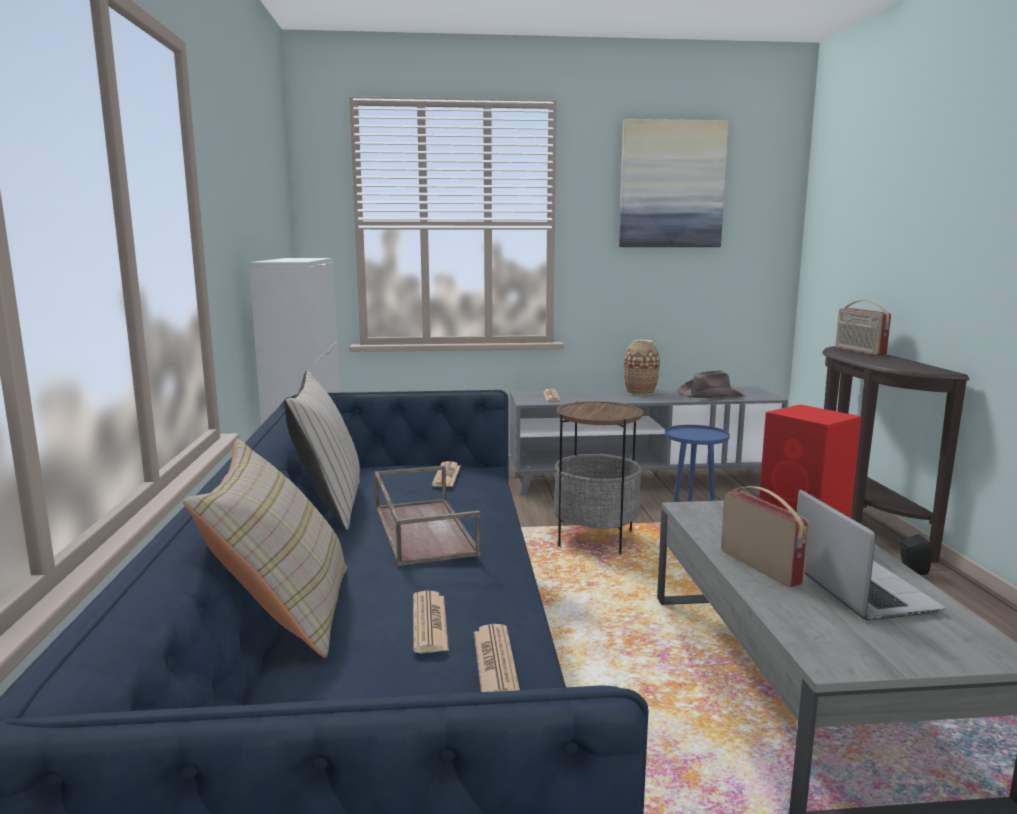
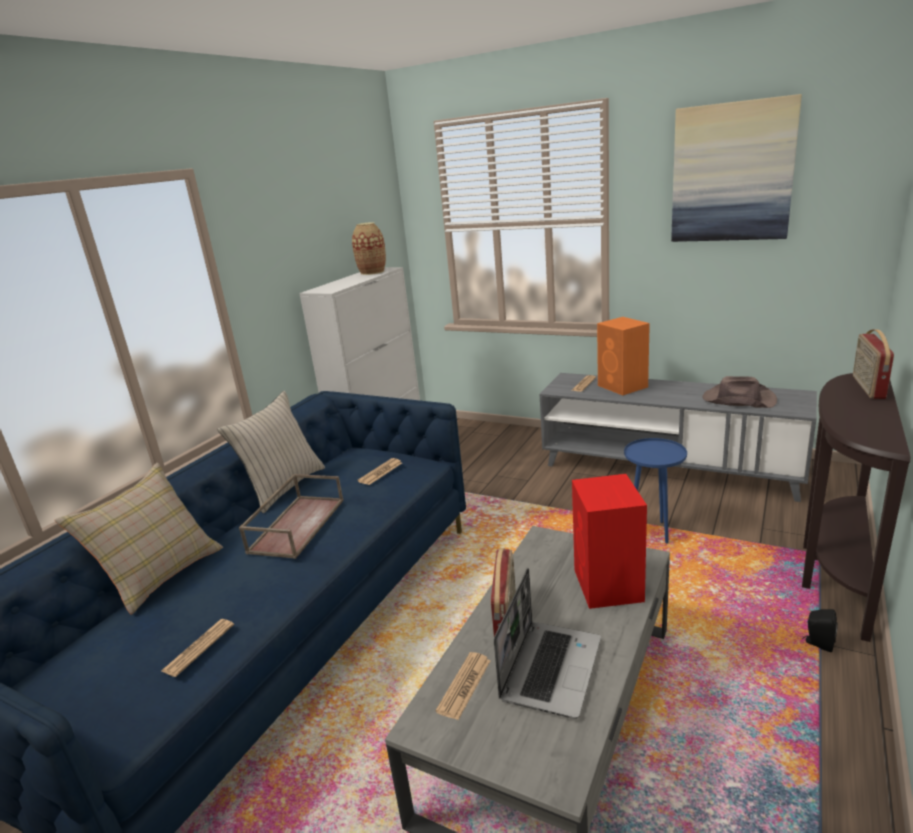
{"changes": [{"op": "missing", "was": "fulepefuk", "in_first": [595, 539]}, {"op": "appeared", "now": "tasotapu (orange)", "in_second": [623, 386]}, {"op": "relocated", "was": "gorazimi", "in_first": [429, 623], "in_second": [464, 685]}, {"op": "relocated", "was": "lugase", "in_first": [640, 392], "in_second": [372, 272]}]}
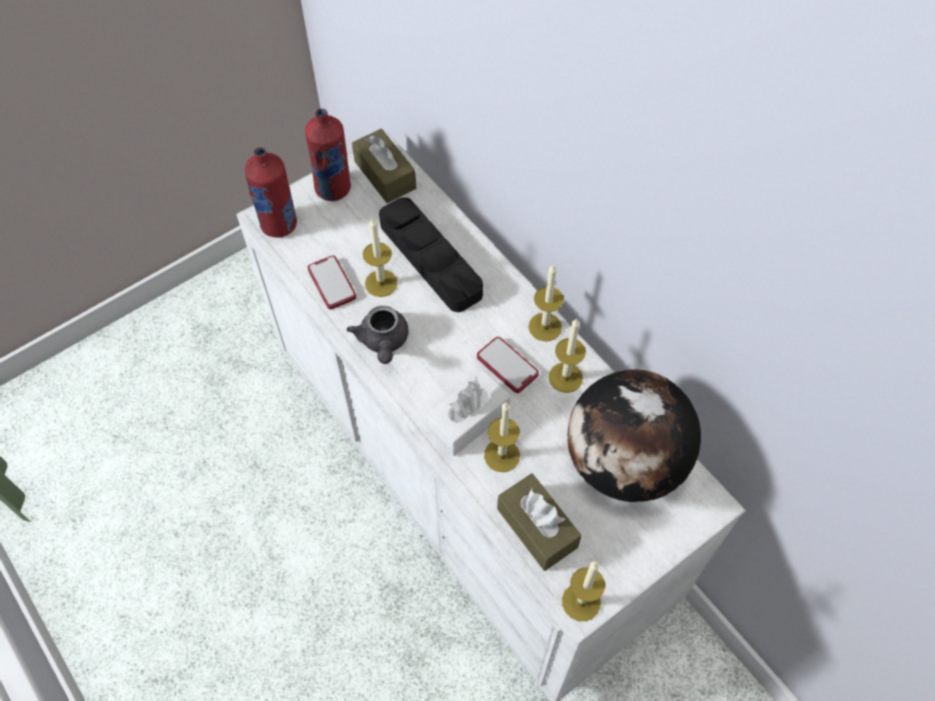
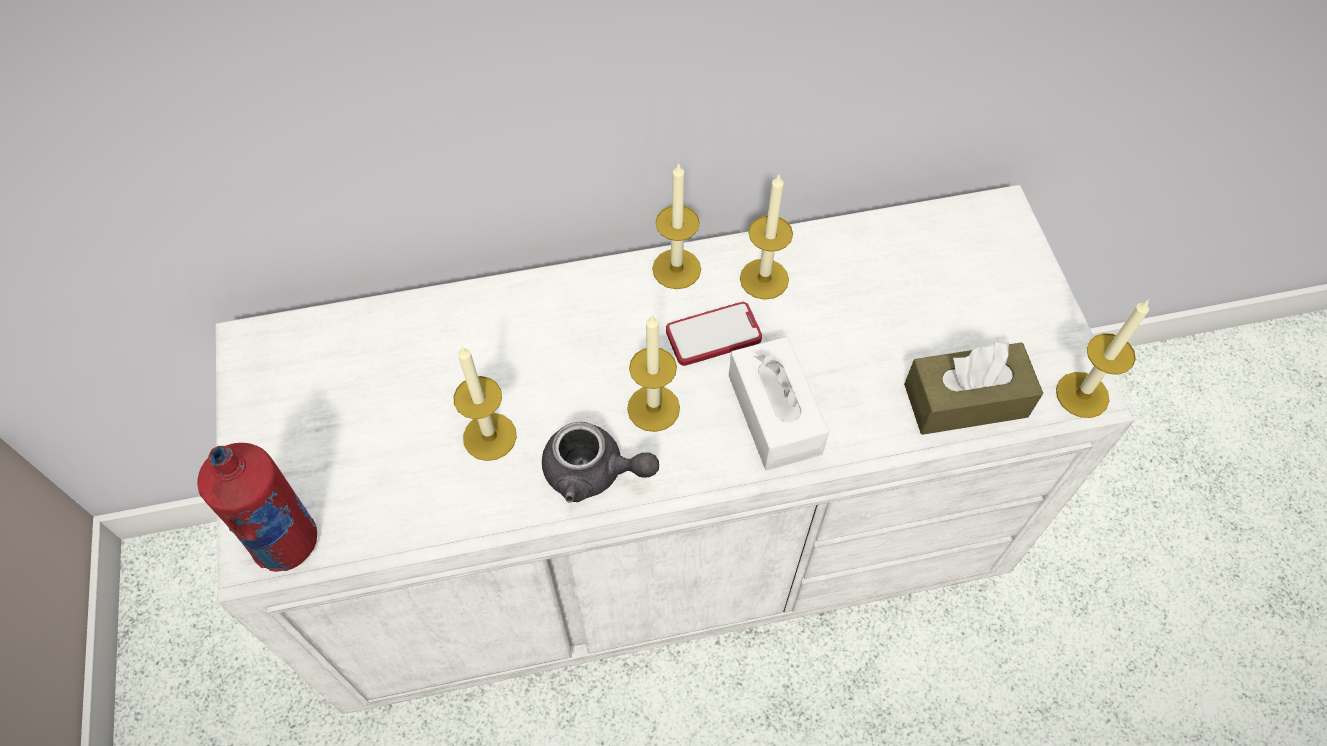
{"changes": [{"op": "missing", "was": "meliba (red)", "in_first": [334, 188]}, {"op": "missing", "was": "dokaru", "in_first": [332, 283]}, {"op": "missing", "was": "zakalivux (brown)", "in_first": [385, 175]}, {"op": "missing", "was": "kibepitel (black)", "in_first": [430, 258]}, {"op": "missing", "was": "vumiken", "in_first": [624, 463]}, {"op": "relocated", "was": "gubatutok", "in_first": [502, 455], "in_second": [653, 408]}]}
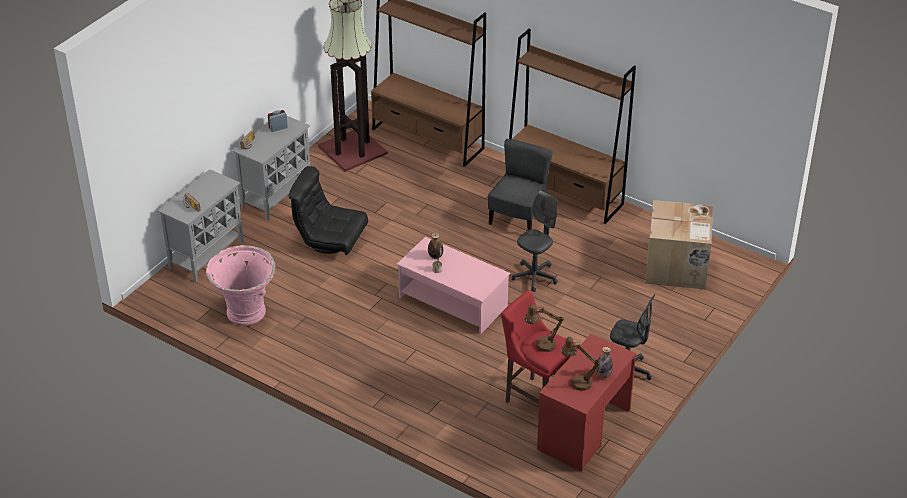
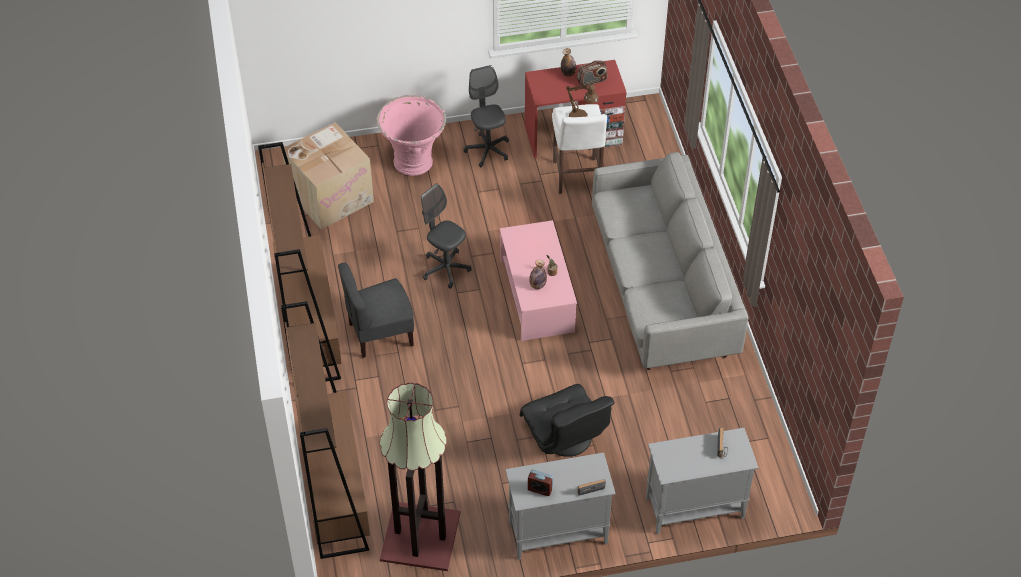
{"changes": [{"op": "appeared", "now": "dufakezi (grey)", "in_second": [661, 291]}, {"op": "relocated", "was": "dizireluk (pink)", "in_first": [245, 313], "in_second": [414, 161]}, {"op": "exchanged", "was": "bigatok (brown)", "now": "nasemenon", "in_first": [577, 382], "in_second": [592, 81]}, {"op": "colour", "was": "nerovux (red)", "now": "nerovux (white)", "in_first": [535, 398], "in_second": [577, 178]}, {"op": "spun", "was": "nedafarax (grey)", "in_first": [534, 277], "in_second": [445, 269], "clockwise": 45}]}
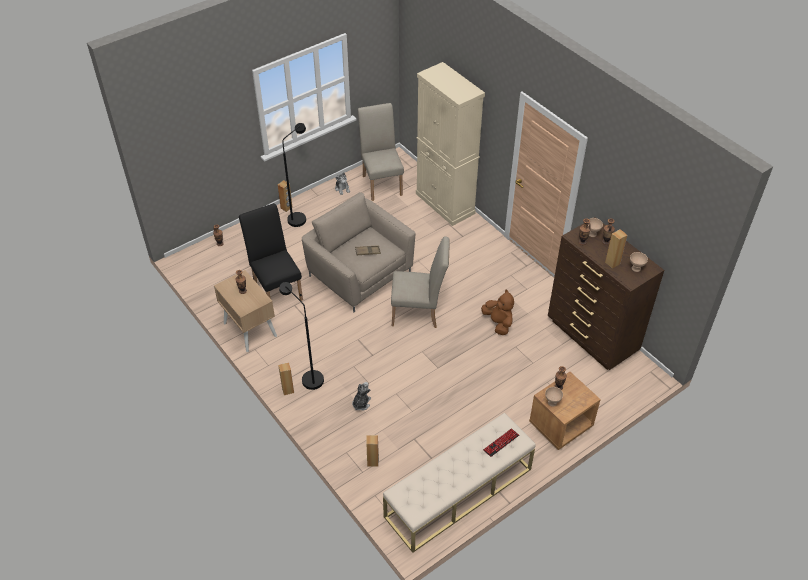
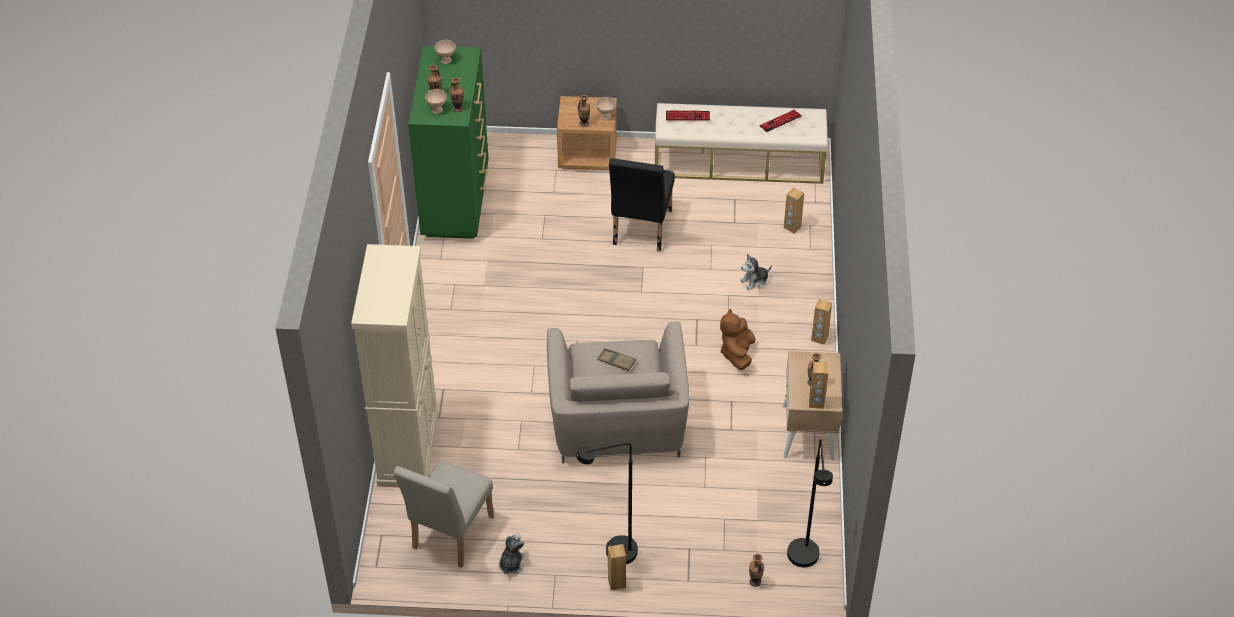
{"changes": [{"op": "missing", "was": "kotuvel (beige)", "in_first": [419, 313]}, {"op": "appeared", "now": "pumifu", "in_second": [780, 121]}, {"op": "relocated", "was": "kotuvel (black)", "in_first": [276, 288], "in_second": [640, 231]}, {"op": "relocated", "was": "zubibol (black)", "in_first": [308, 377], "in_second": [805, 562]}, {"op": "relocated", "was": "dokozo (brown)", "in_first": [498, 323], "in_second": [737, 353]}, {"op": "relocated", "was": "tasotapu (brown)", "in_first": [612, 263], "in_second": [816, 403]}, {"op": "colour", "was": "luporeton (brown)", "now": "luporeton (green)", "in_first": [592, 337], "in_second": [456, 201]}]}
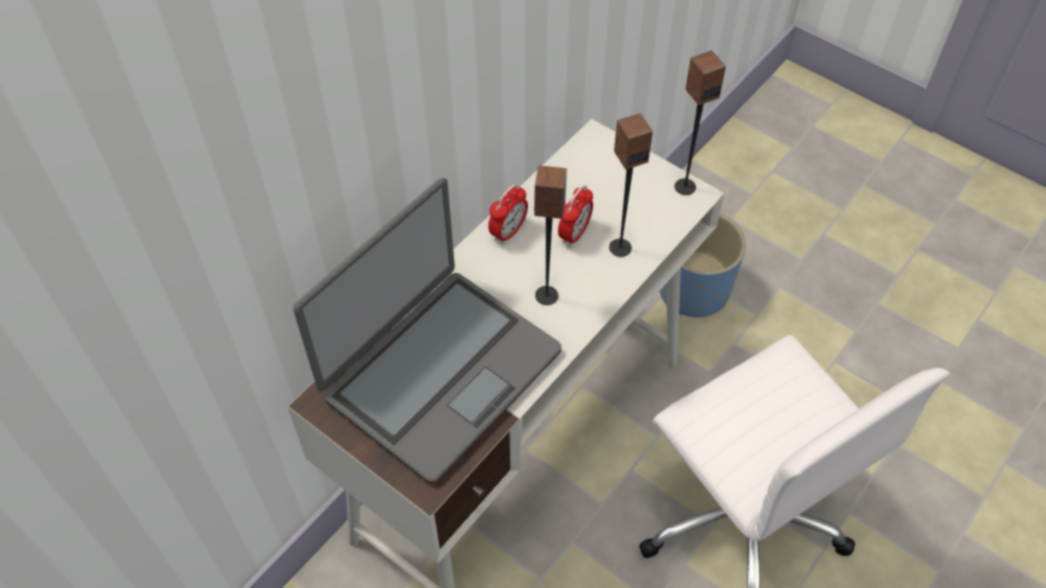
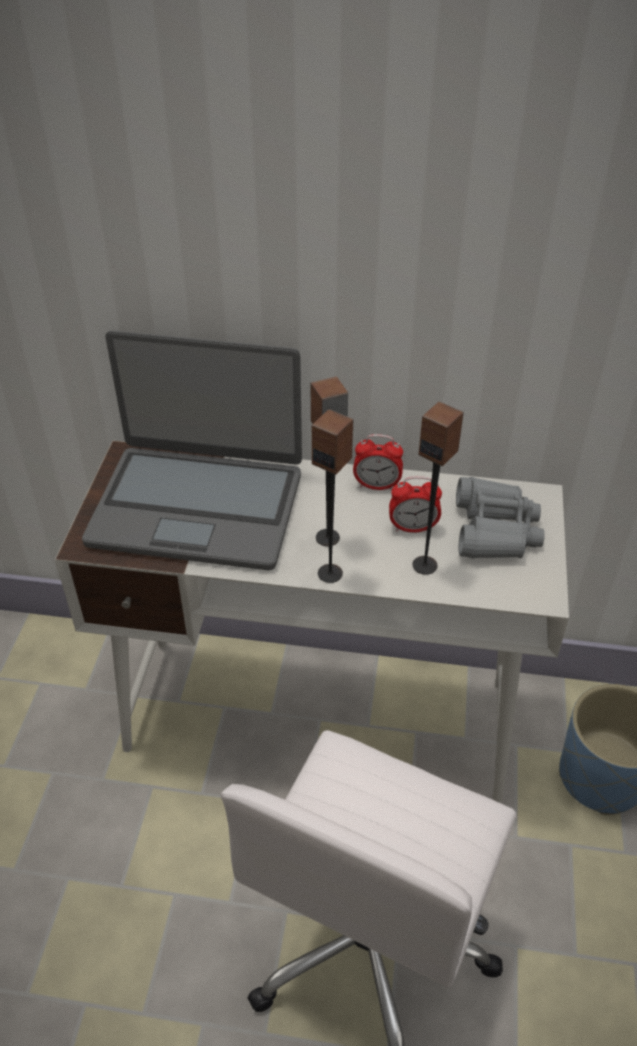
{"changes": [{"op": "appeared", "now": "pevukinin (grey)", "in_second": [494, 530]}, {"op": "relocated", "was": "tasotapu", "in_first": [684, 186], "in_second": [330, 573]}]}
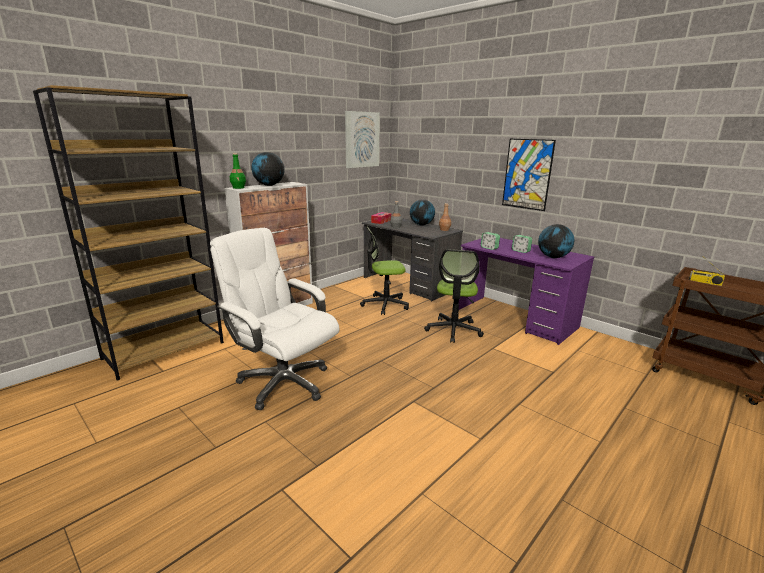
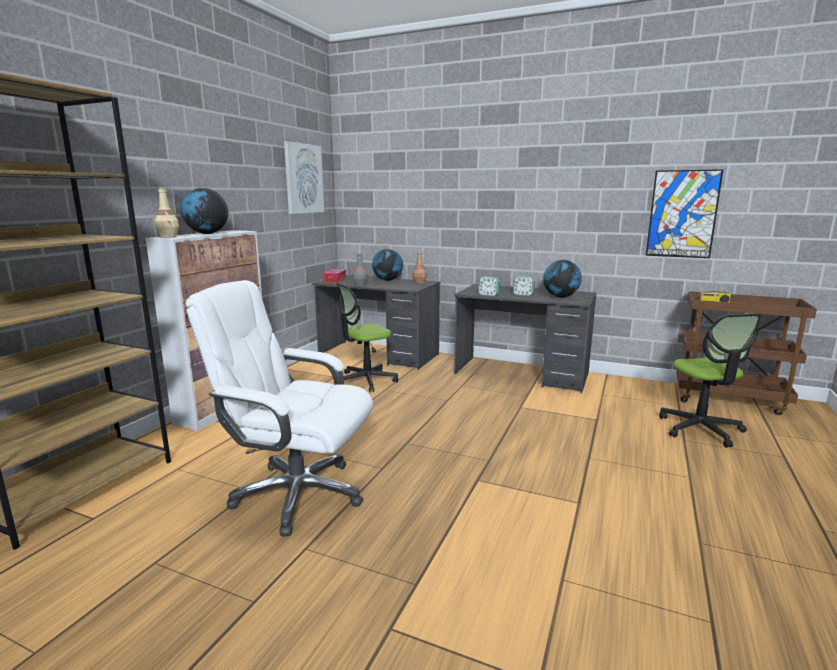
{"changes": [{"op": "relocated", "was": "nedafarax", "in_first": [453, 330], "in_second": [700, 429]}, {"op": "relocated", "was": "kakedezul", "in_first": [527, 174], "in_second": [682, 214]}, {"op": "colour", "was": "meliba (green)", "now": "meliba (beige)", "in_first": [238, 188], "in_second": [168, 236]}, {"op": "colour", "was": "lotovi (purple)", "now": "lotovi (grey)", "in_first": [515, 319], "in_second": [521, 374]}]}
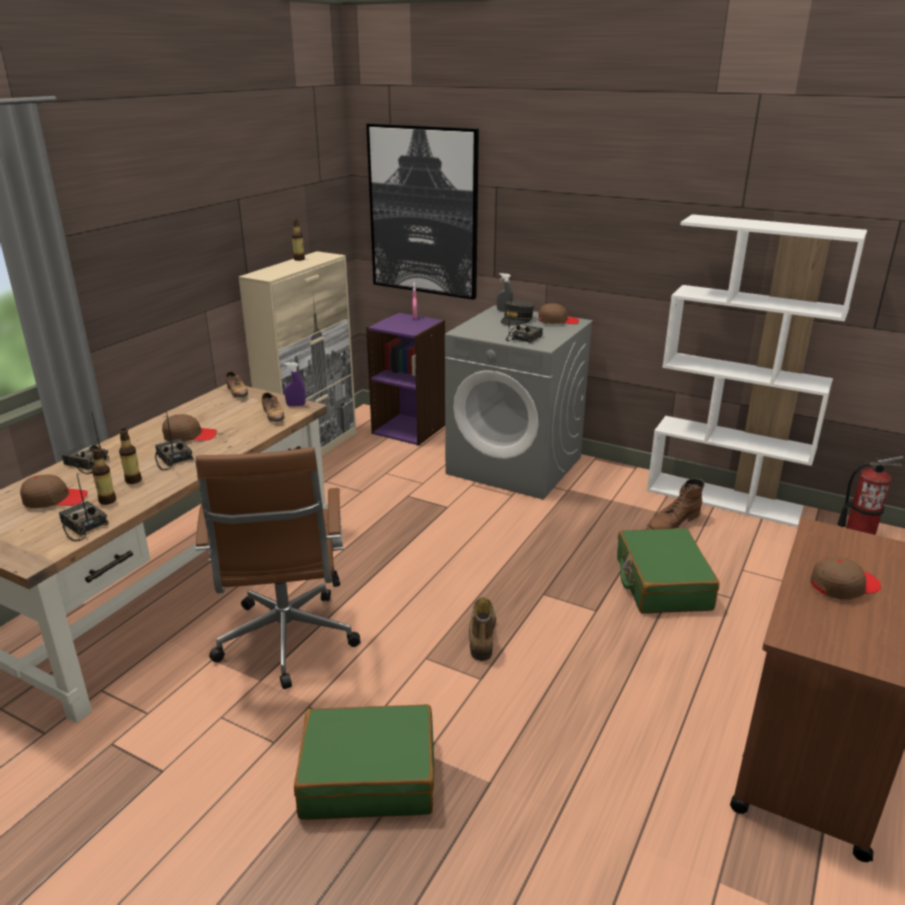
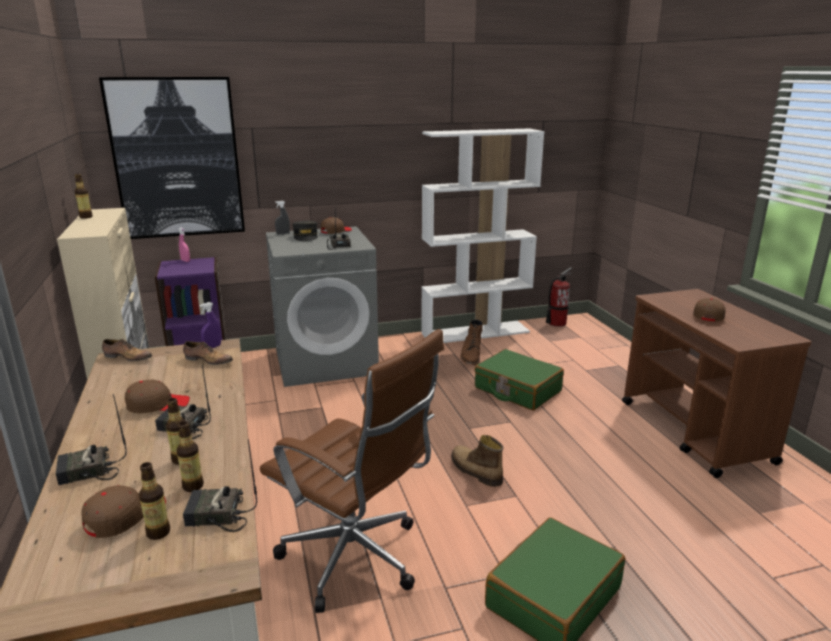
{"changes": [{"op": "appeared", "now": "meliba", "in_second": [158, 532]}, {"op": "spun", "was": "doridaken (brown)", "in_first": [189, 436], "in_second": [158, 405], "clockwise": 45}]}
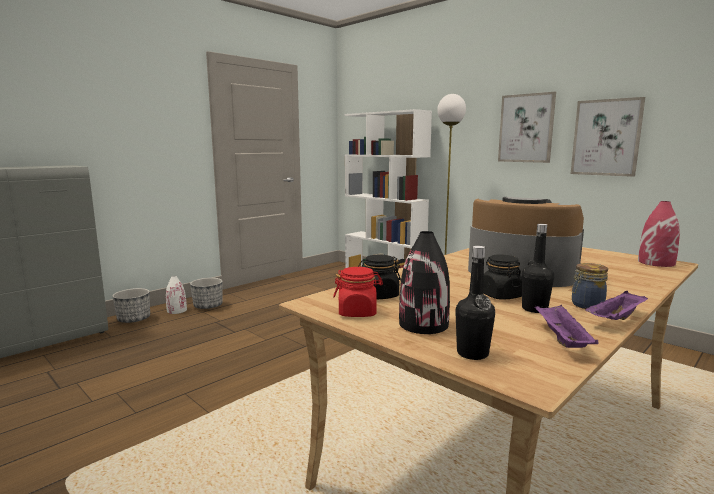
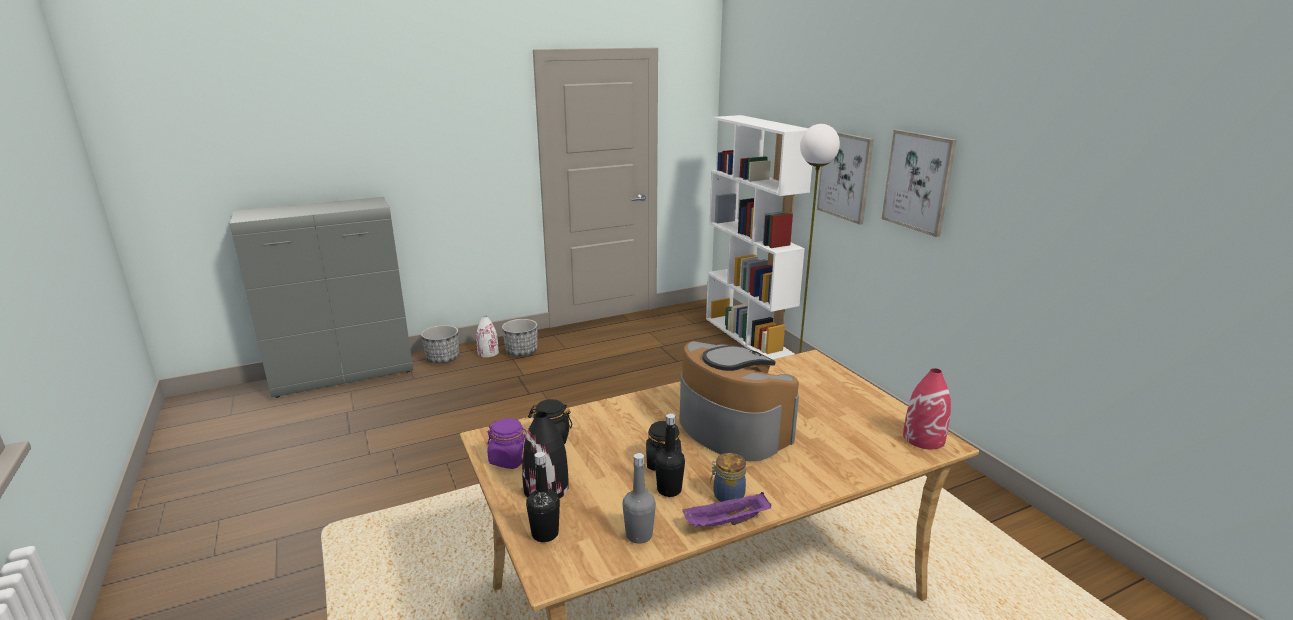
{"changes": [{"op": "relocated", "was": "kakedezul", "in_first": [606, 137], "in_second": [845, 176]}, {"op": "exchanged", "was": "kibepitel (purple)", "now": "meliba (grey)", "in_first": [560, 339], "in_second": [639, 535]}, {"op": "colour", "was": "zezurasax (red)", "now": "zezurasax (purple)", "in_first": [358, 312], "in_second": [510, 459]}]}
